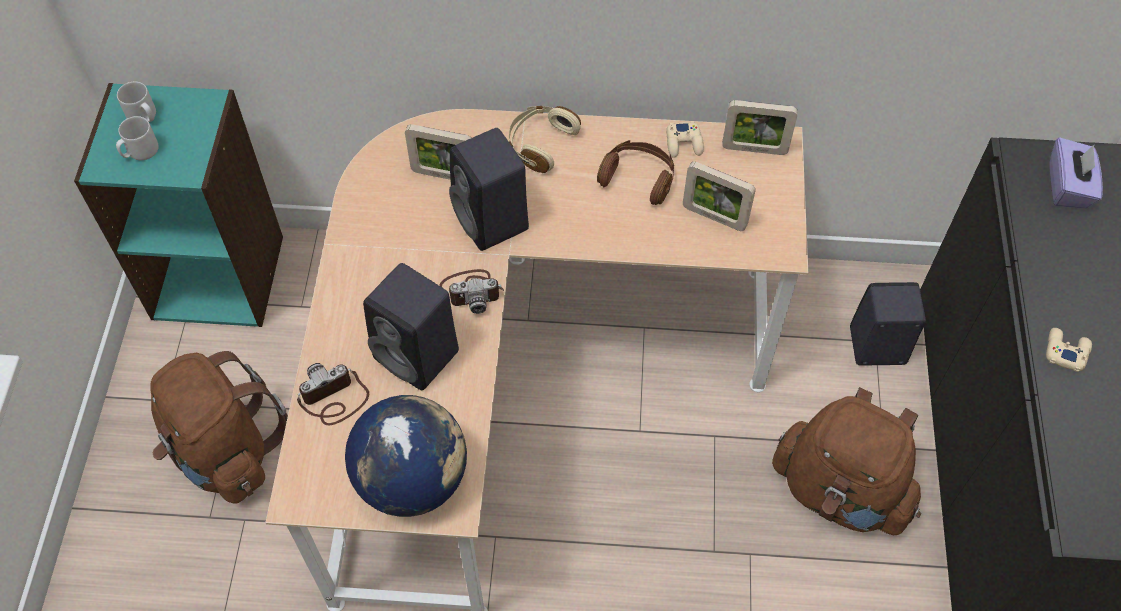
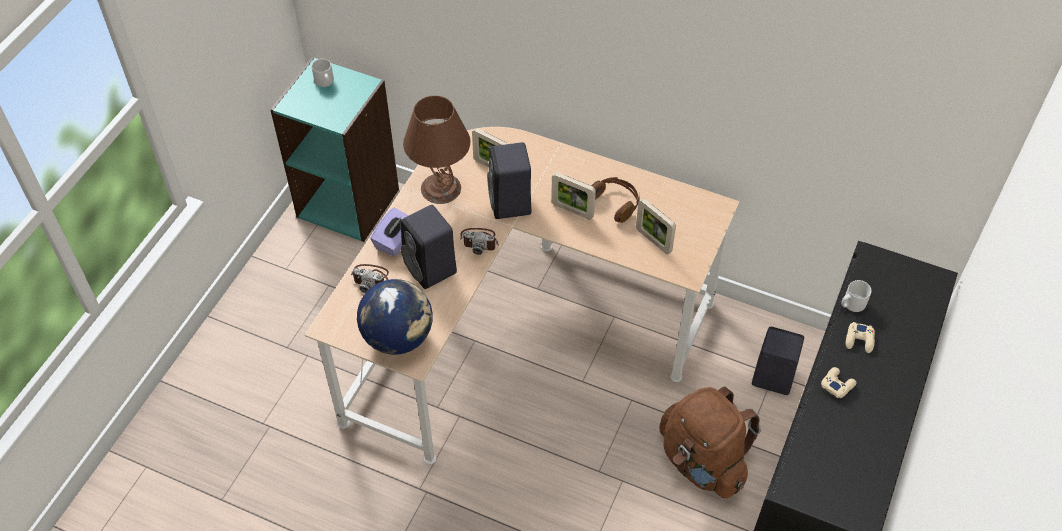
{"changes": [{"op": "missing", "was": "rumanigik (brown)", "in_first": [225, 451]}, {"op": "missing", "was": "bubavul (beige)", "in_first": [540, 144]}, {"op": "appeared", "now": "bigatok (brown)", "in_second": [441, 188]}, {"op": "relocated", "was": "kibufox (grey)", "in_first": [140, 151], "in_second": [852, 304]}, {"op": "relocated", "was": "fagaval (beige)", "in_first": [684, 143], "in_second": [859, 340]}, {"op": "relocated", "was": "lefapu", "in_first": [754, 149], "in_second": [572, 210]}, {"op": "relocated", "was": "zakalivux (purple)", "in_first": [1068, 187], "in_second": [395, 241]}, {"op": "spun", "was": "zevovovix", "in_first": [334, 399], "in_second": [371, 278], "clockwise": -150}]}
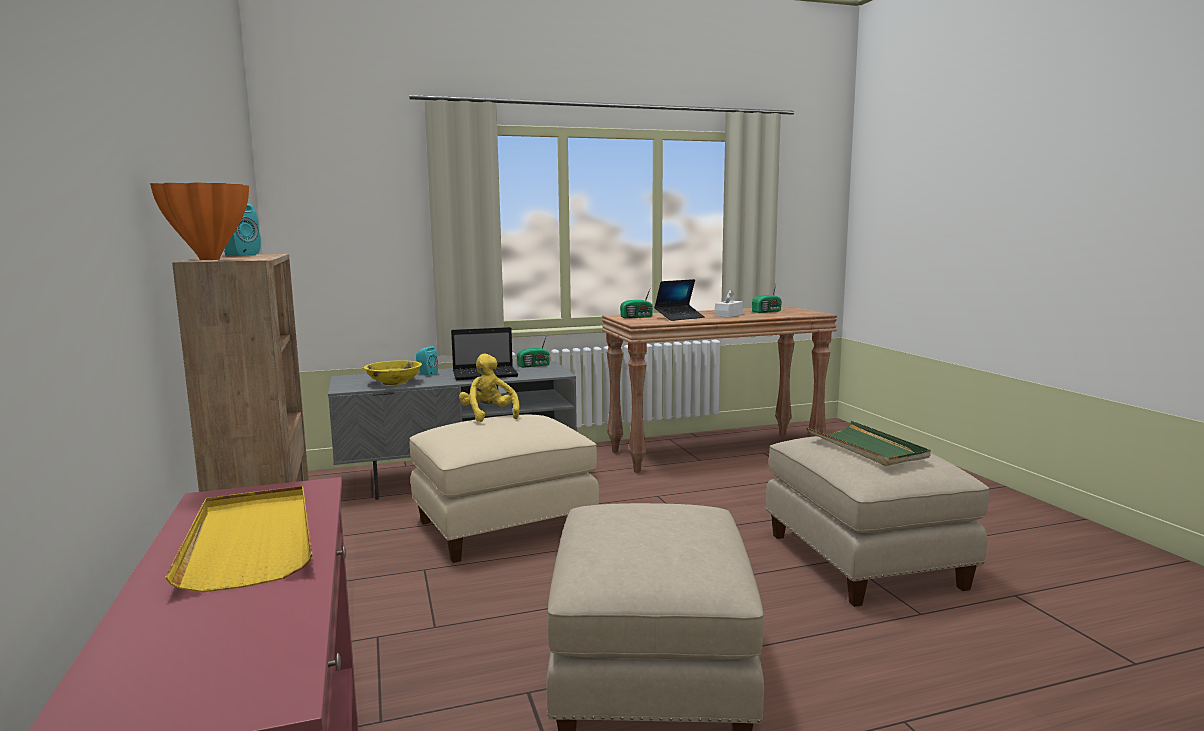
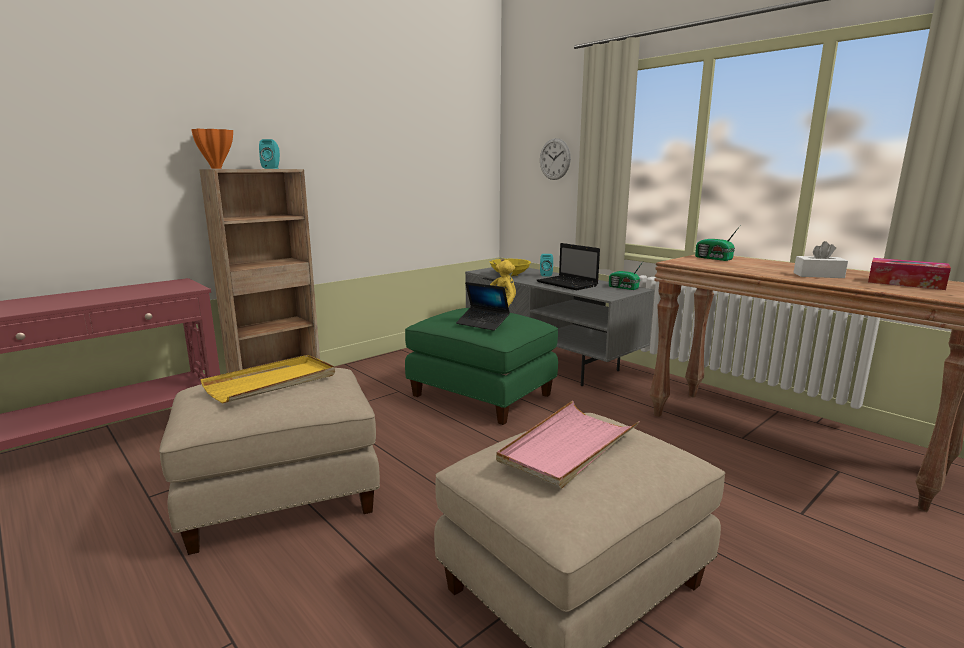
{"changes": [{"op": "appeared", "now": "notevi", "in_second": [554, 159]}, {"op": "relocated", "was": "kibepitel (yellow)", "in_first": [251, 541], "in_second": [272, 382]}, {"op": "relocated", "was": "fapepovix", "in_first": [679, 317], "in_second": [482, 323]}, {"op": "exchanged", "was": "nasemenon", "now": "zakalivux", "in_first": [767, 311], "in_second": [905, 283]}, {"op": "colour", "was": "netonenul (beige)", "now": "netonenul (green)", "in_first": [504, 526], "in_second": [482, 395]}, {"op": "colour", "was": "kibepitel (green)", "now": "kibepitel (pink)", "in_first": [866, 447], "in_second": [568, 447]}]}
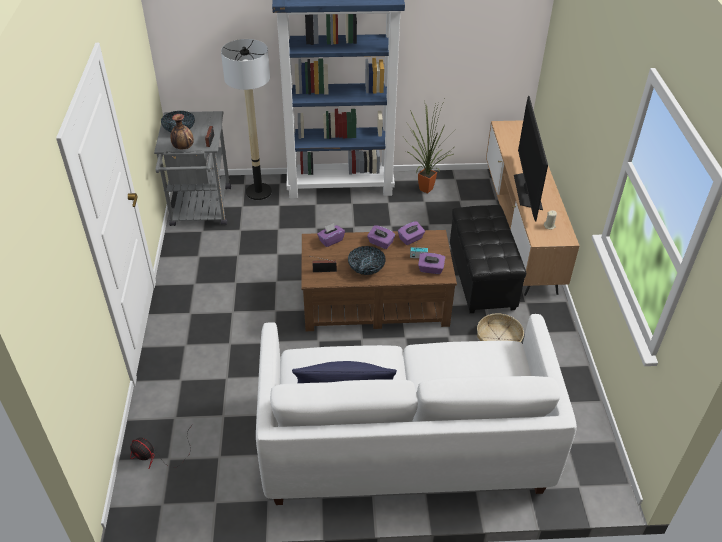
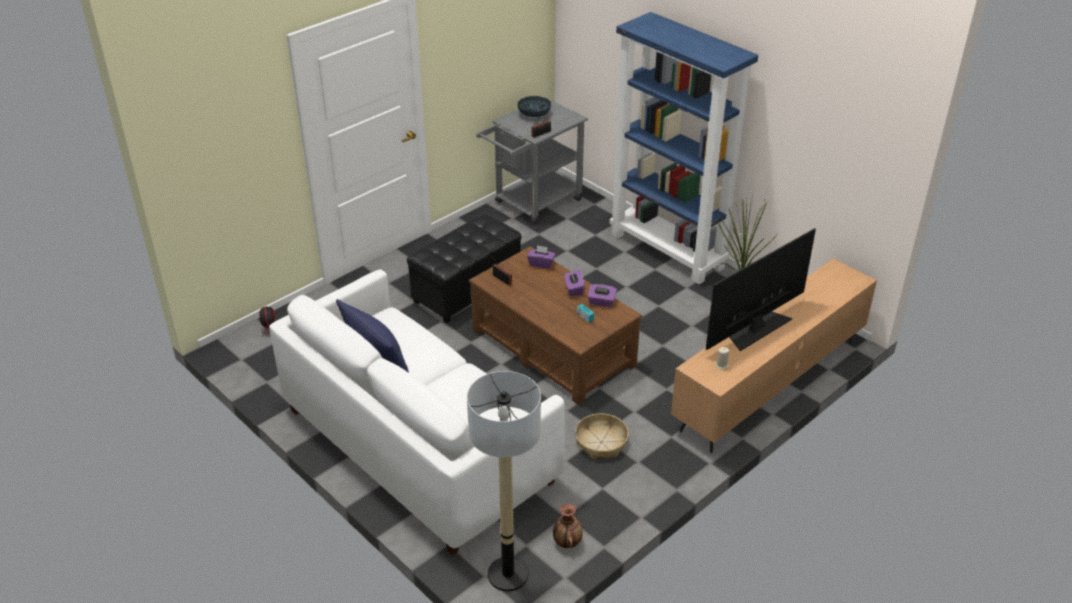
{"changes": [{"op": "missing", "was": "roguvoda", "in_first": [366, 268]}, {"op": "missing", "was": "zakalivux (purple)", "in_first": [430, 269]}, {"op": "relocated", "was": "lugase", "in_first": [183, 148], "in_second": [567, 542]}, {"op": "relocated", "was": "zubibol", "in_first": [258, 192], "in_second": [507, 574]}, {"op": "relocated", "was": "netonenul (black)", "in_first": [480, 278], "in_second": [466, 290]}]}
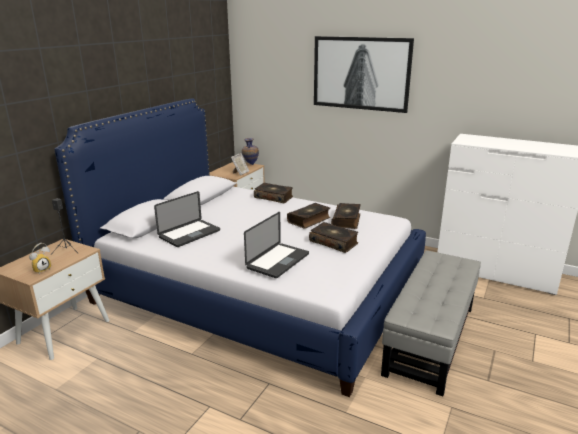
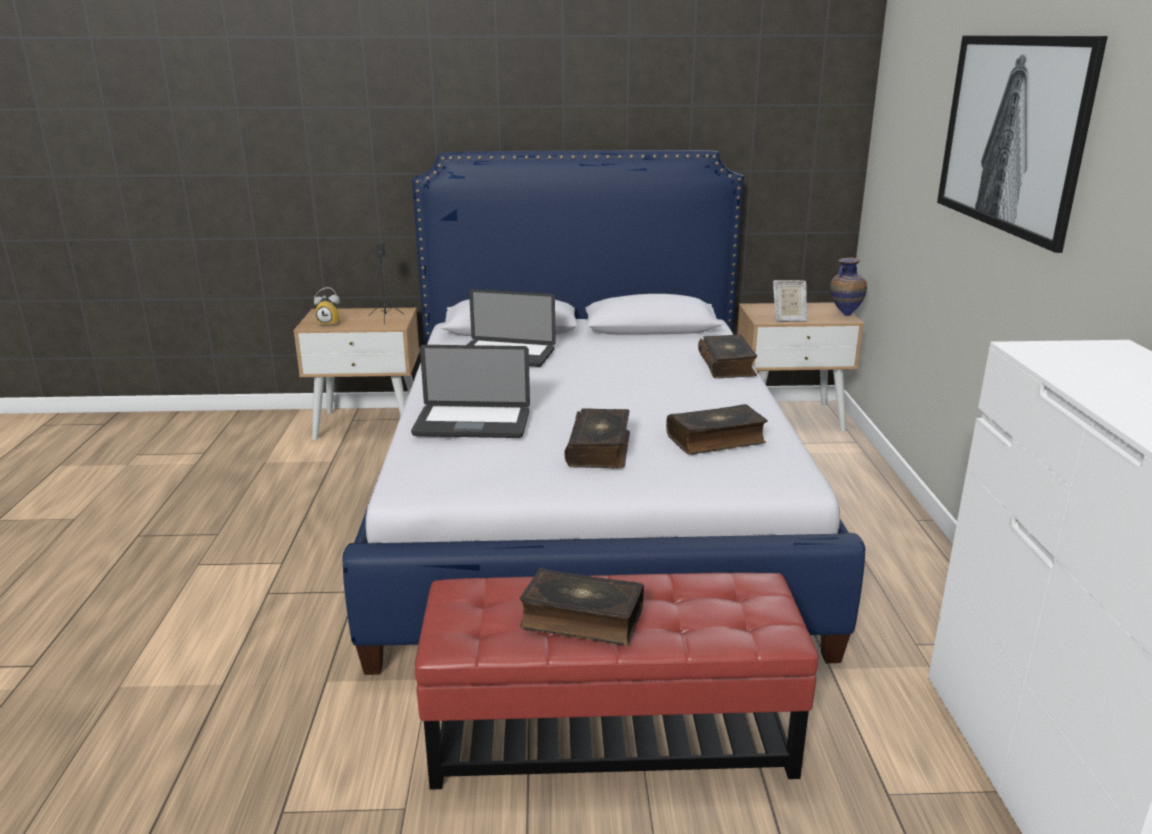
{"changes": [{"op": "relocated", "was": "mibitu", "in_first": [309, 220], "in_second": [581, 618]}, {"op": "colour", "was": "netonenul (grey)", "now": "netonenul (red)", "in_first": [429, 339], "in_second": [611, 733]}]}
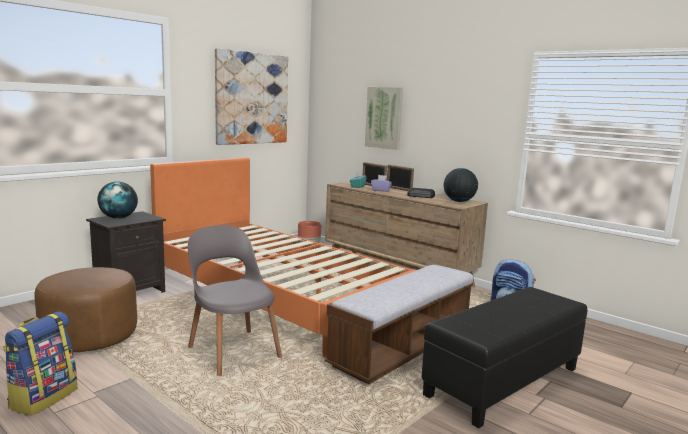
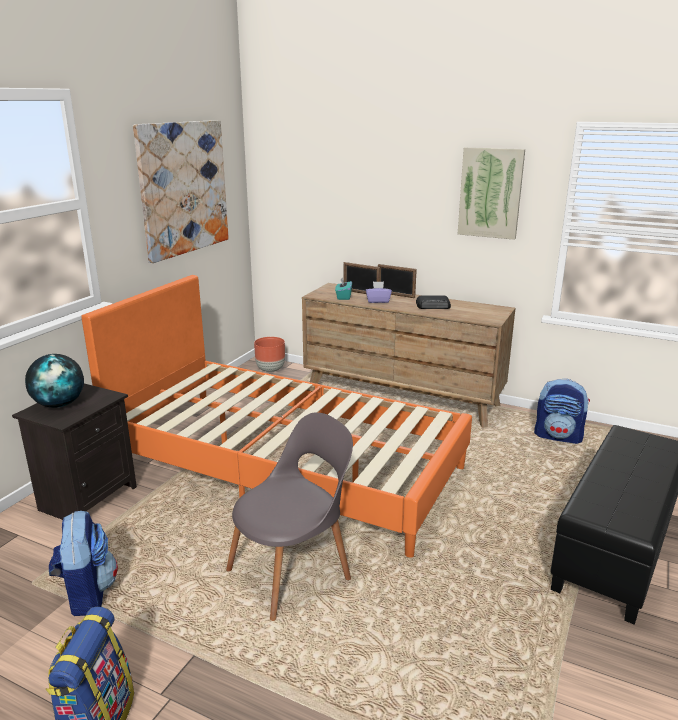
{"changes": [{"op": "missing", "was": "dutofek", "in_first": [403, 348]}, {"op": "missing", "was": "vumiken", "in_first": [459, 201]}, {"op": "relocated", "was": "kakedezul", "in_first": [384, 117], "in_second": [490, 193]}, {"op": "exchanged", "was": "netonenul (brown)", "now": "rumanigik", "in_first": [89, 337], "in_second": [87, 594]}, {"op": "spun", "was": "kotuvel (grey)", "in_first": [233, 350], "in_second": [293, 572], "clockwise": 105}]}
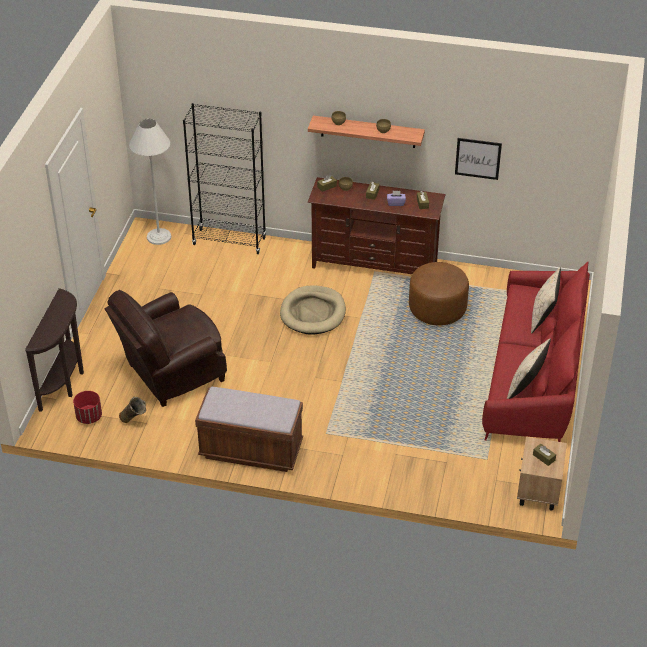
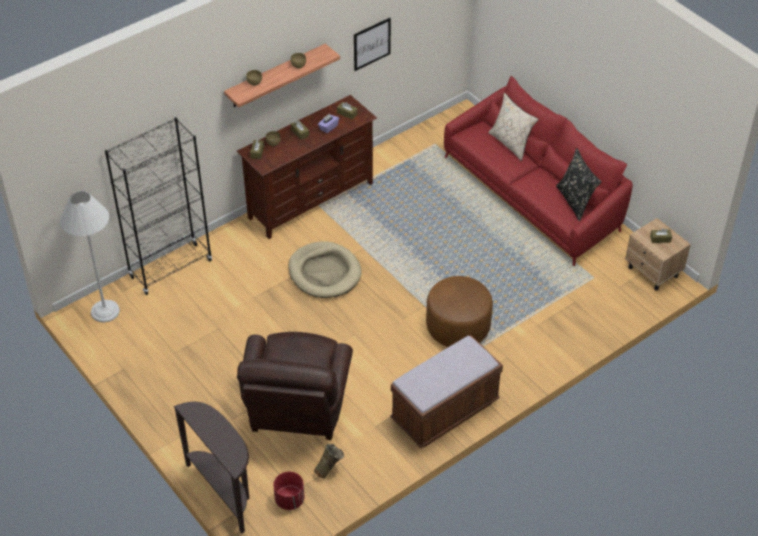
{"changes": [{"op": "relocated", "was": "netonenul (brown)", "in_first": [437, 309], "in_second": [458, 327]}, {"op": "colour", "was": "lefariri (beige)", "now": "lefariri (black)", "in_first": [526, 387], "in_second": [575, 201]}]}
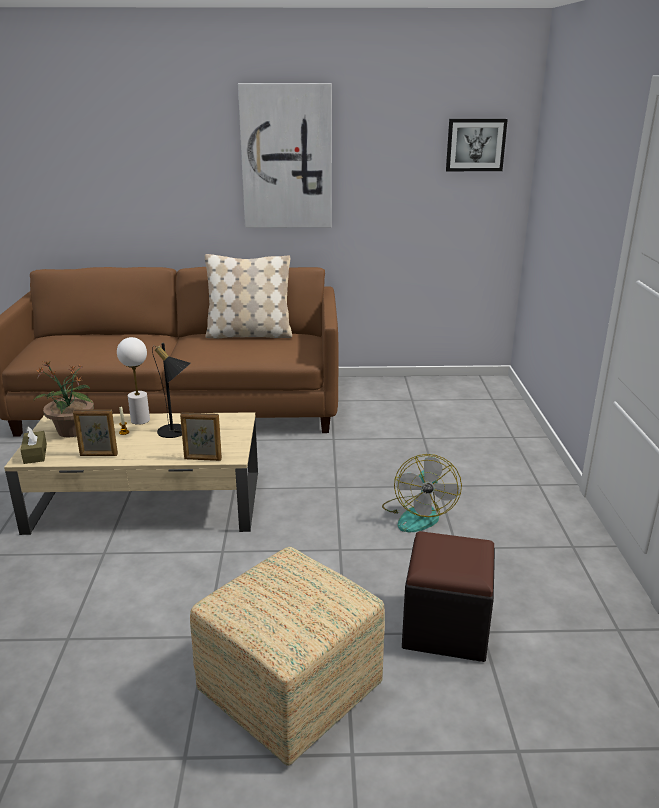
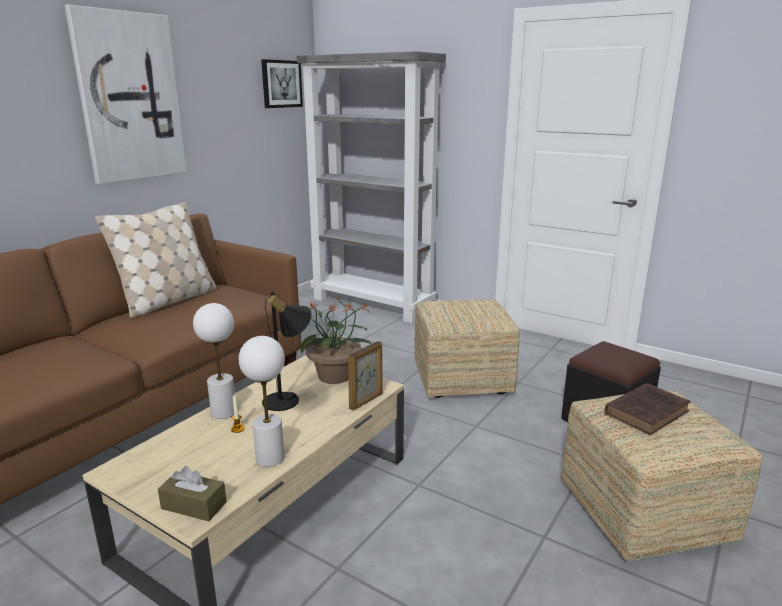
{"changes": [{"op": "appeared", "now": "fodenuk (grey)", "in_second": [373, 304]}, {"op": "appeared", "now": "mibitu (brown)", "in_second": [647, 412]}, {"op": "relocated", "was": "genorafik", "in_first": [72, 431], "in_second": [335, 376]}, {"op": "exchanged", "was": "lefapu", "now": "bigatok (white)", "in_first": [98, 455], "in_second": [270, 458]}, {"op": "exchanged", "was": "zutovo", "now": "netonenul", "in_first": [418, 514], "in_second": [463, 379]}]}
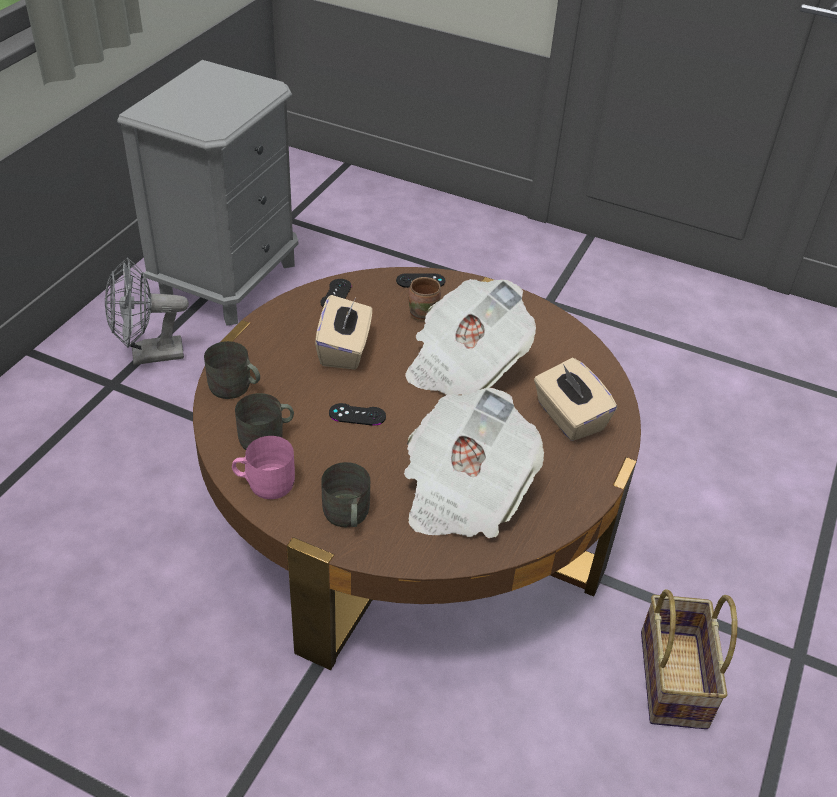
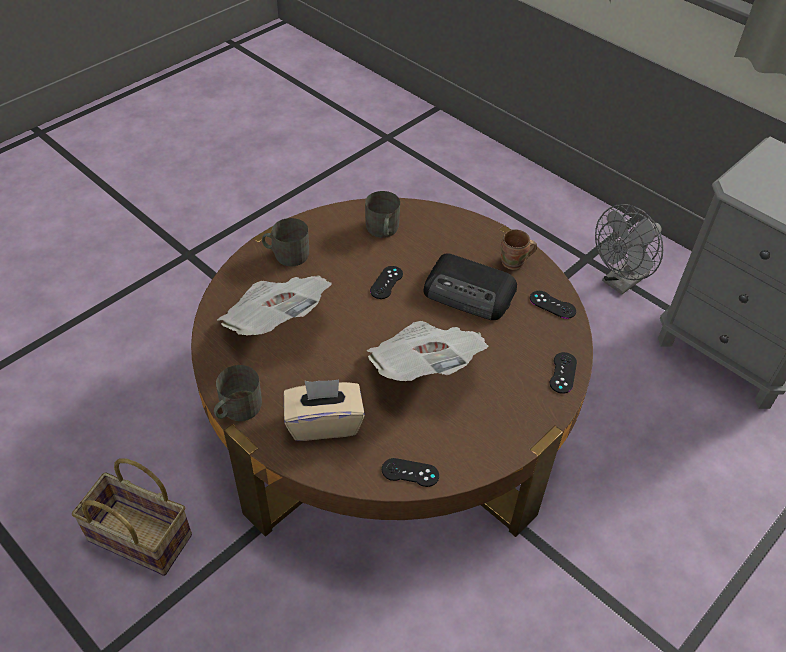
{"changes": [{"op": "missing", "was": "kibufox (pink)", "in_first": [264, 482]}, {"op": "appeared", "now": "fagaval (black)", "in_second": [410, 472]}, {"op": "relocated", "was": "kibufox (grey)", "in_first": [235, 387], "in_second": [237, 409]}, {"op": "relocated", "was": "kibufox (brown)", "in_first": [423, 313], "in_second": [514, 263]}, {"op": "exchanged", "was": "zakalivux (beige)", "now": "nasemenon", "in_first": [345, 350], "in_second": [470, 293]}, {"op": "spun", "was": "zutovo (grey)", "in_first": [148, 355], "in_second": [620, 282], "clockwise": -135}]}
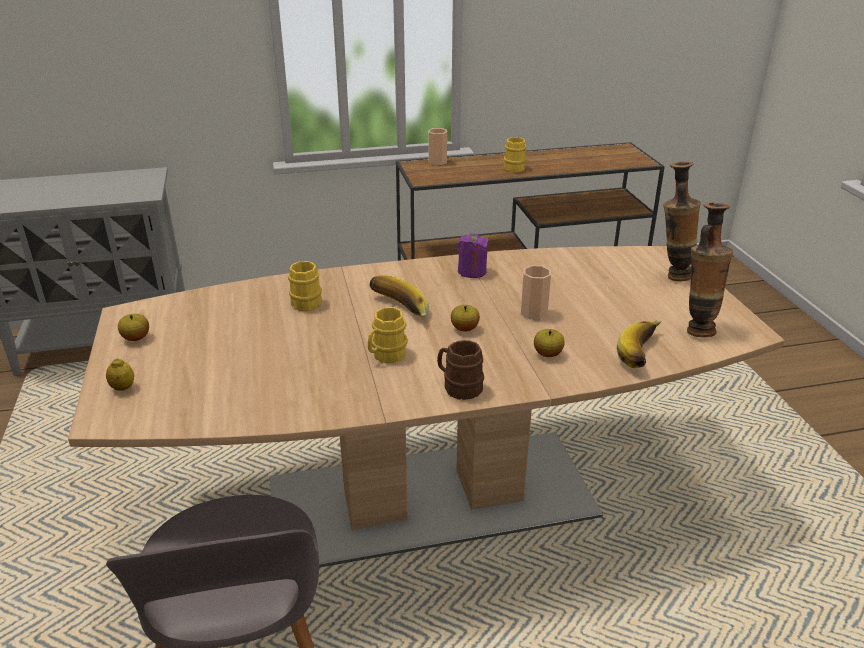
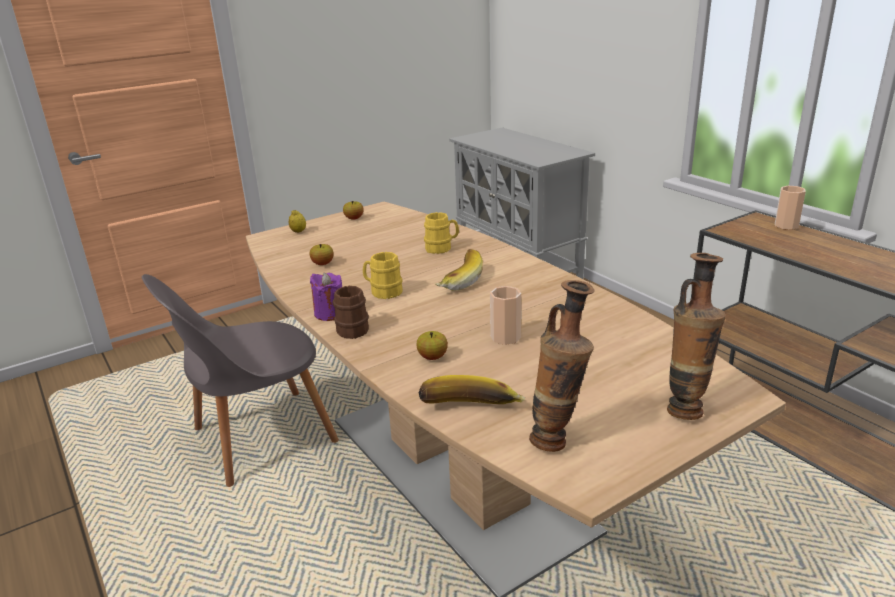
{"changes": [{"op": "missing", "was": "kibufox (yellow)", "in_first": [514, 167]}, {"op": "relocated", "was": "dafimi", "in_first": [464, 329], "in_second": [322, 264]}, {"op": "relocated", "was": "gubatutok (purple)", "in_first": [472, 271], "in_second": [330, 313]}]}
